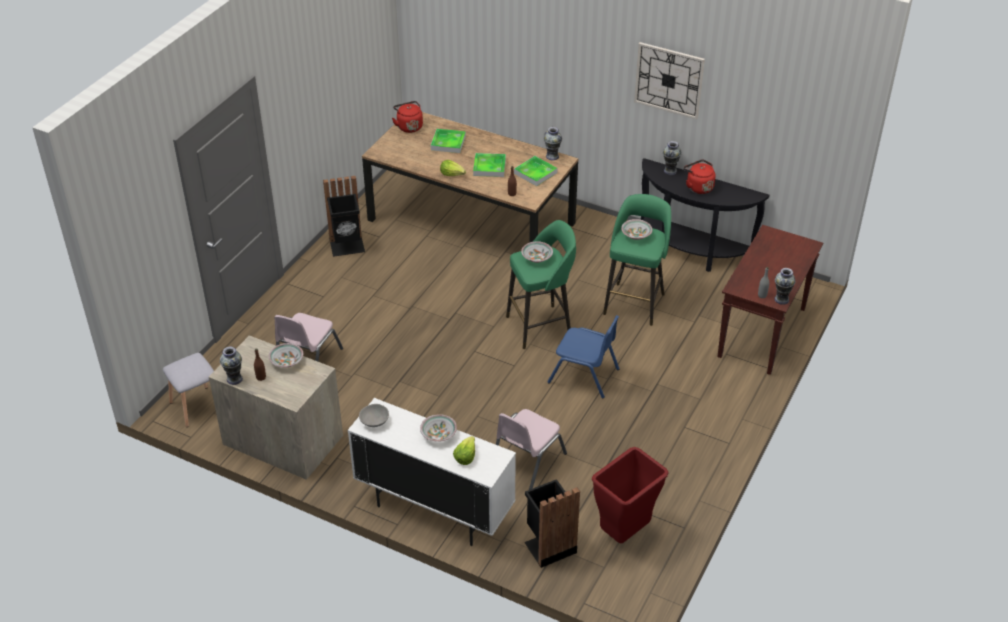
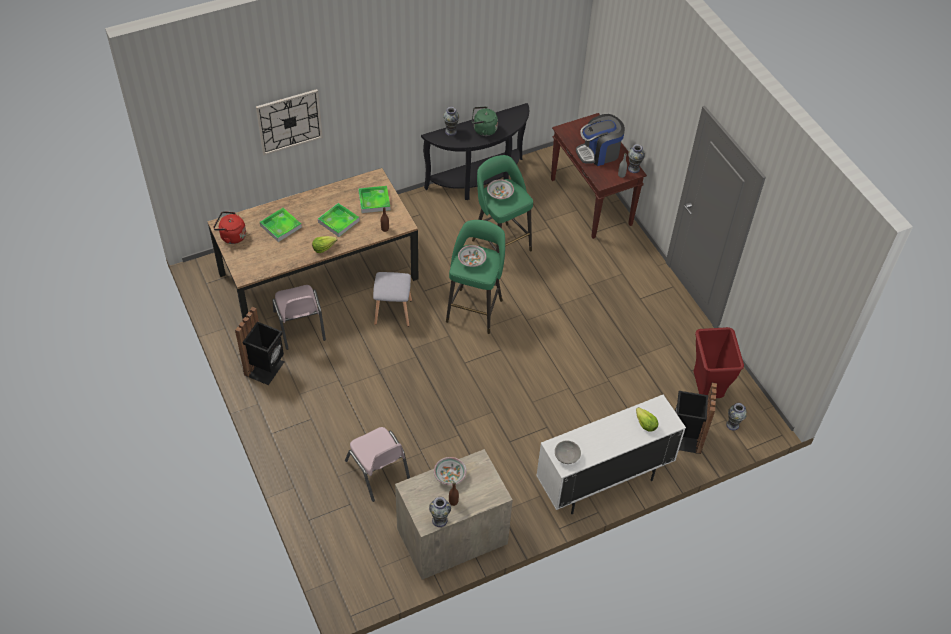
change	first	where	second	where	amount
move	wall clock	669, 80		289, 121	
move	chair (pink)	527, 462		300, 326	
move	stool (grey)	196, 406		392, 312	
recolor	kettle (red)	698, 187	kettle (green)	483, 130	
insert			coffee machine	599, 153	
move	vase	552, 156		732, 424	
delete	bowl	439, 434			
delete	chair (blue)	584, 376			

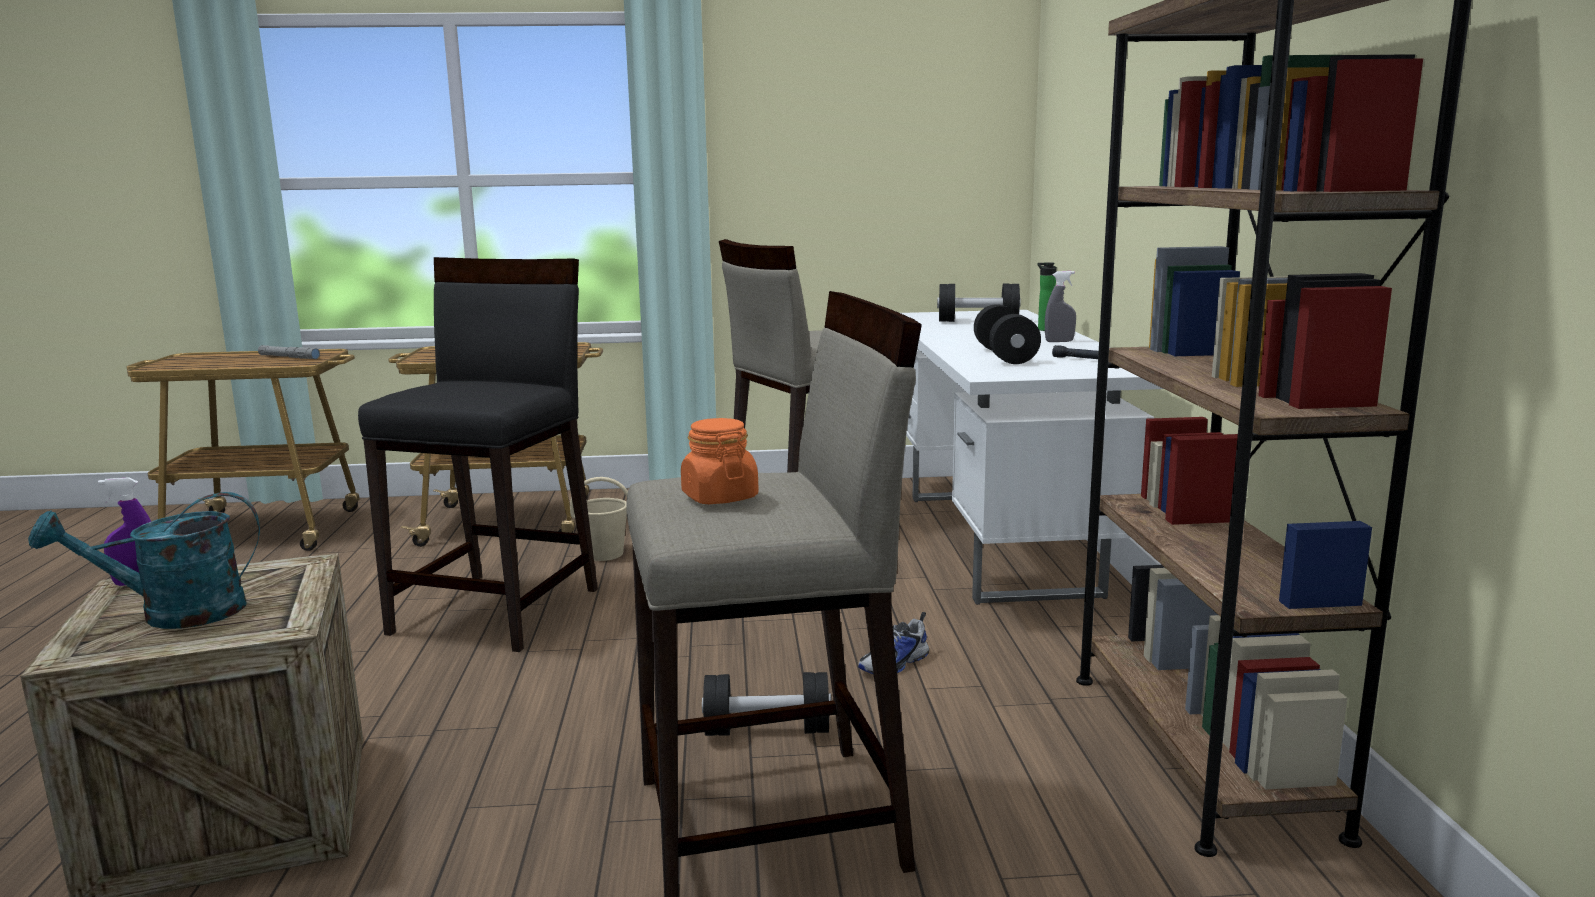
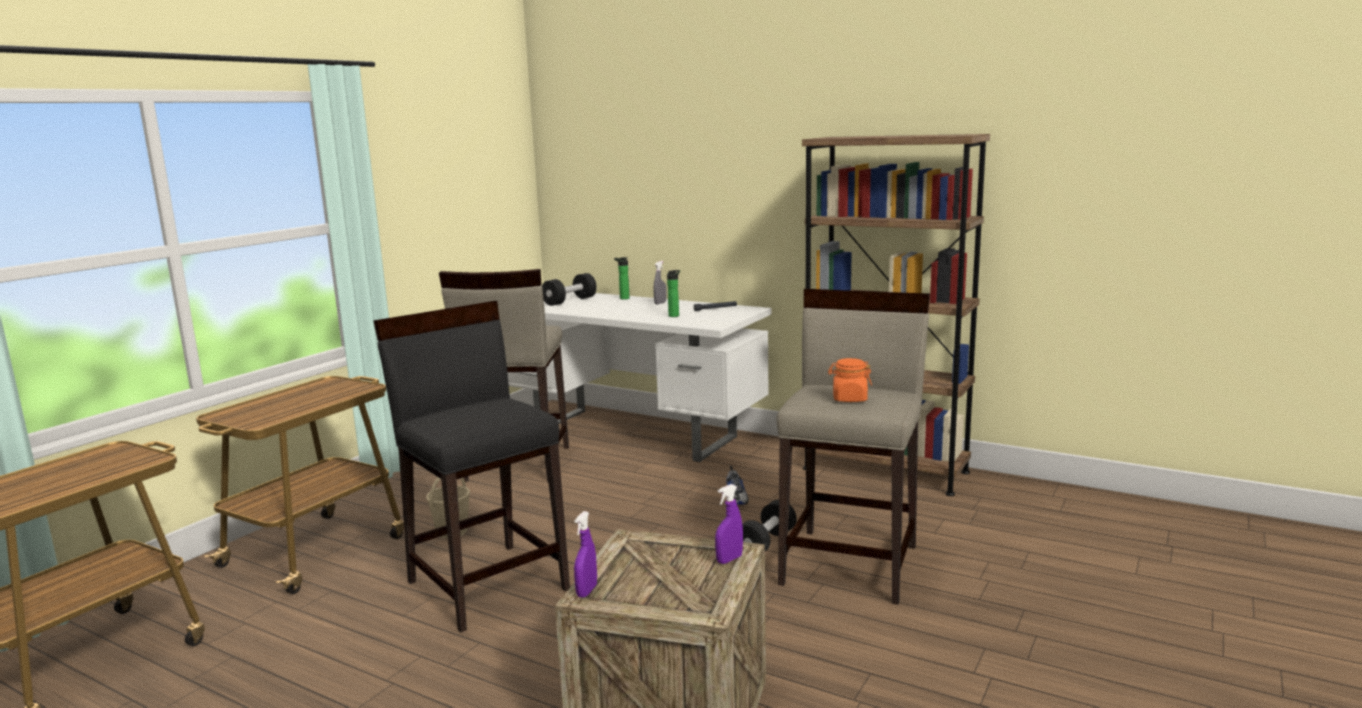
change	first	where	second	where	amount
replace	dumbbell (black)	1005, 356	bottle	674, 315	
insert			spray bottle (purple)	729, 559	
delete	watering can (turquoise)	174, 614			
delete	flashlight (grey)	289, 357			

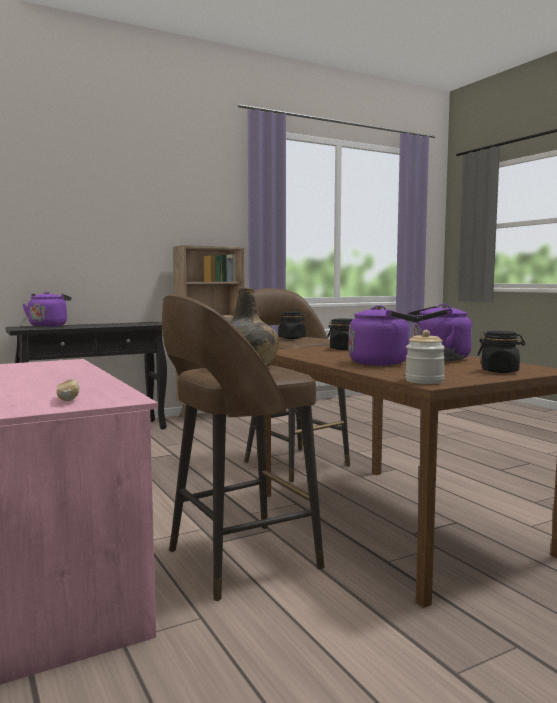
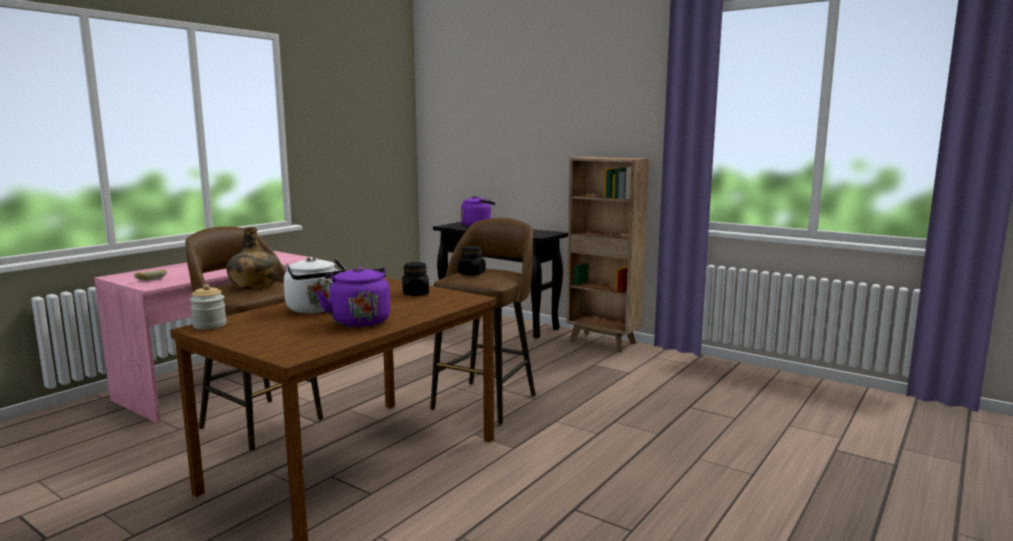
change	first	where	second	where	amount
recolor	kettle (purple)	382, 363	kettle (white)	316, 309	
delete	jar (black)	500, 371			

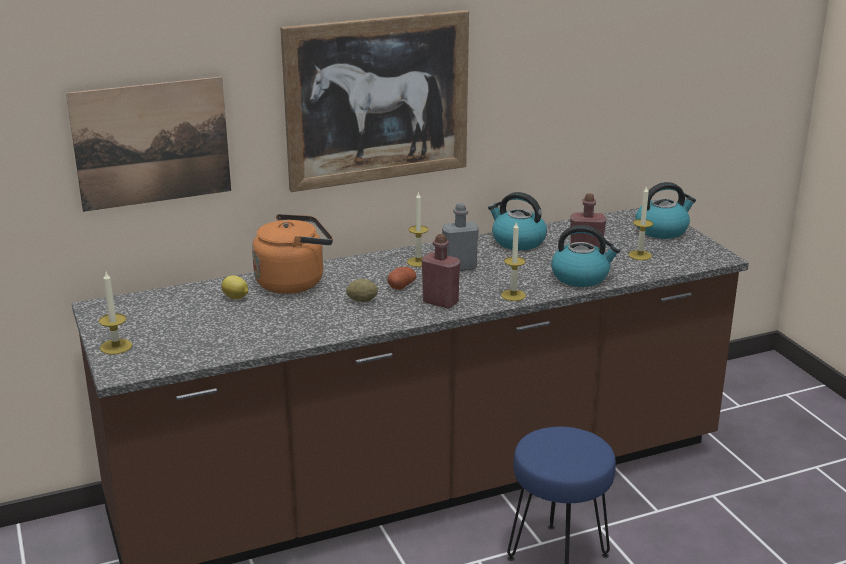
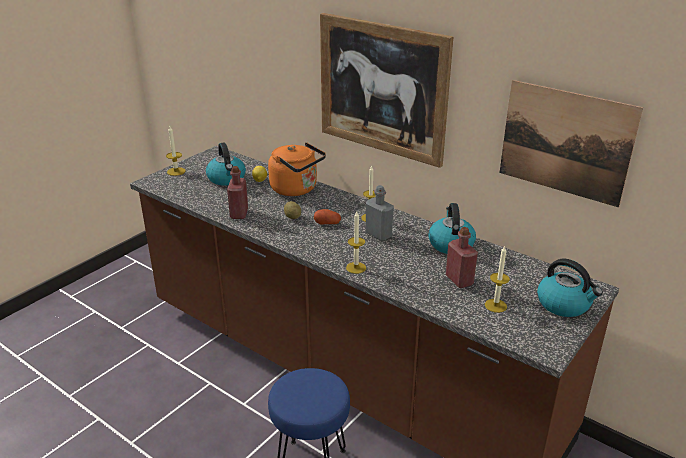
change	first	where	second	where	amount
move	kettle	581, 277		227, 179	
move	bottle (red)	440, 302		239, 213	
move	picture	152, 143		565, 142	

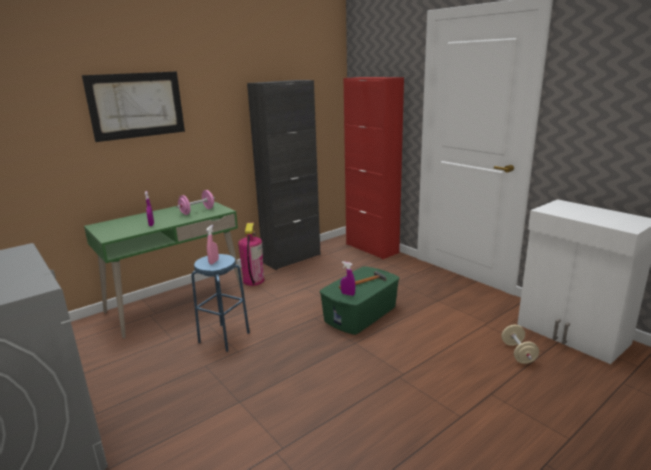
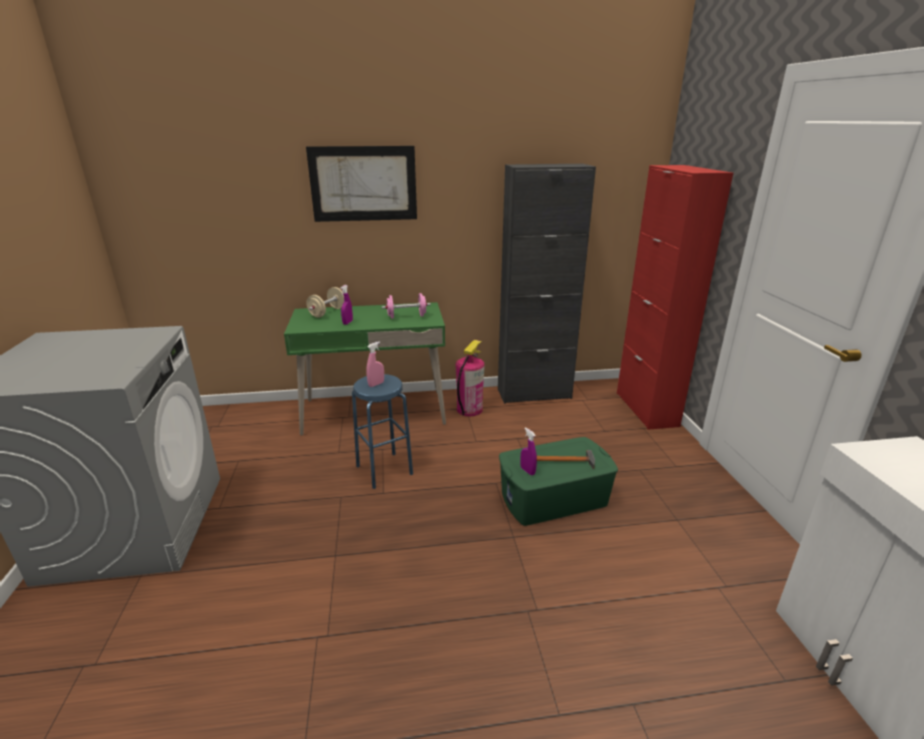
change	first	where	second	where	amount
move	dumbbell (beige)	518, 353		327, 312	

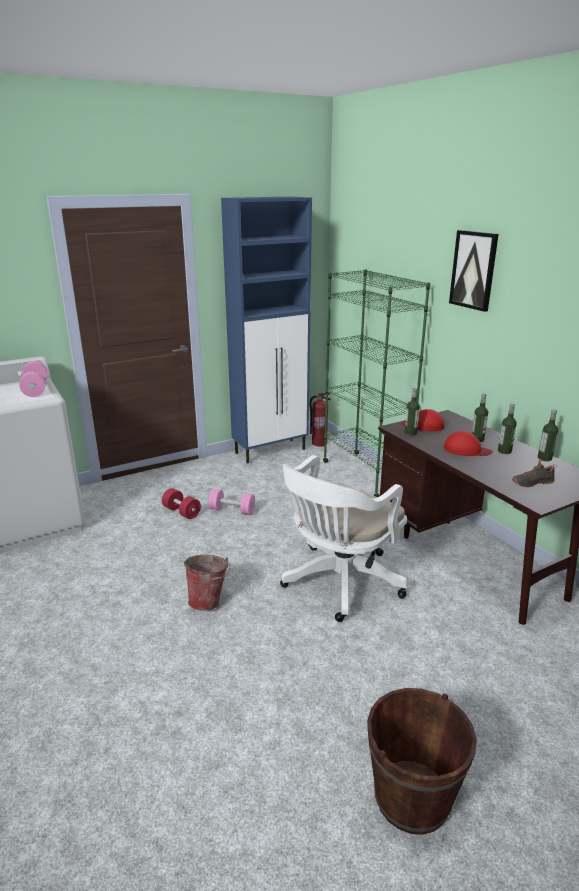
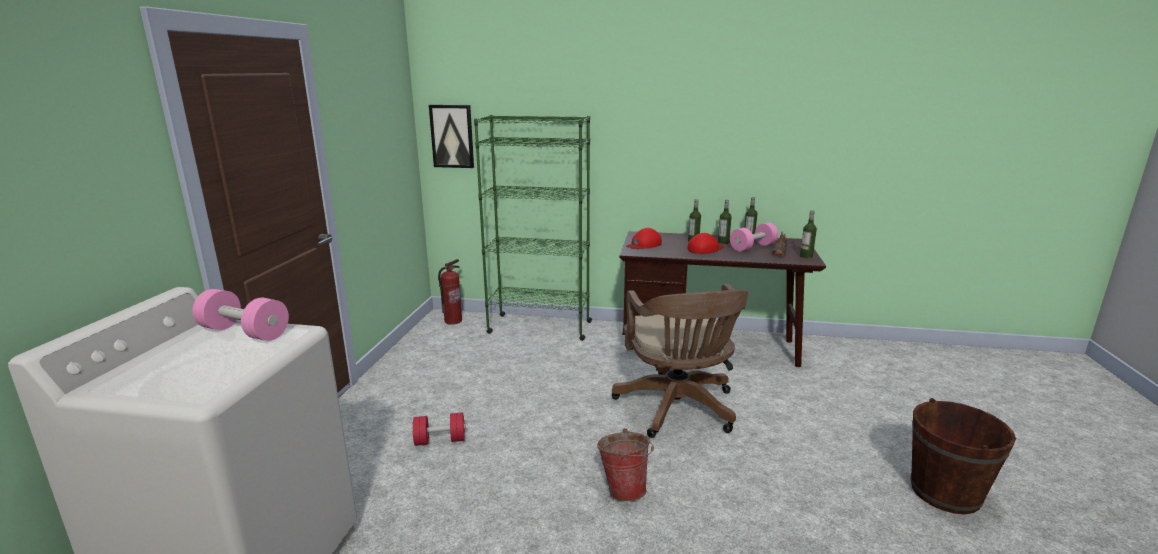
change	first	where	second	where	amount
move	picture	474, 270		452, 136	
recolor	office chair (white)	339, 583	office chair (brown)	678, 409	
move	dumbbell (pink)	232, 510		753, 247	
move	bottle	410, 433		806, 256	
delete	cabinet (blue)	271, 451			

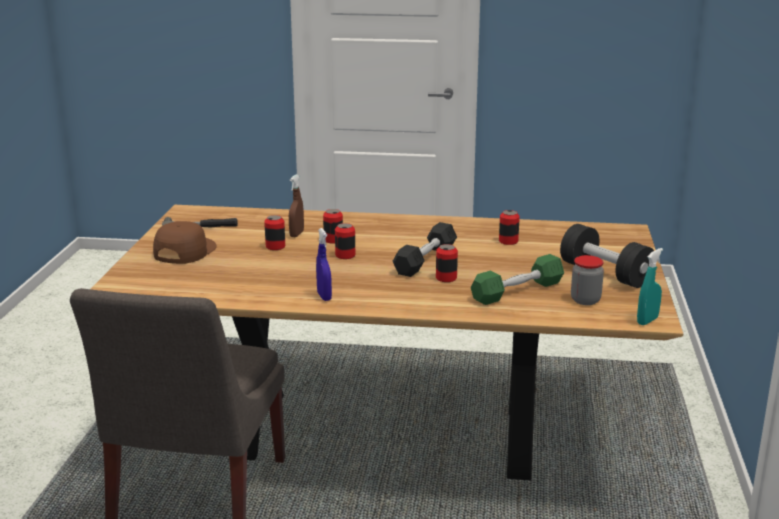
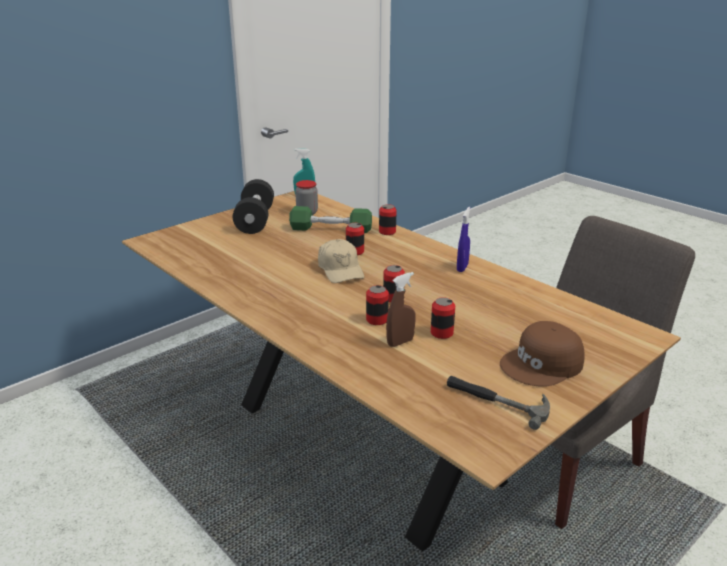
change	first	where	second	where	amount
replace	dumbbell (black)	425, 260	cap (beige)	340, 270	
move	can	508, 241		387, 232	

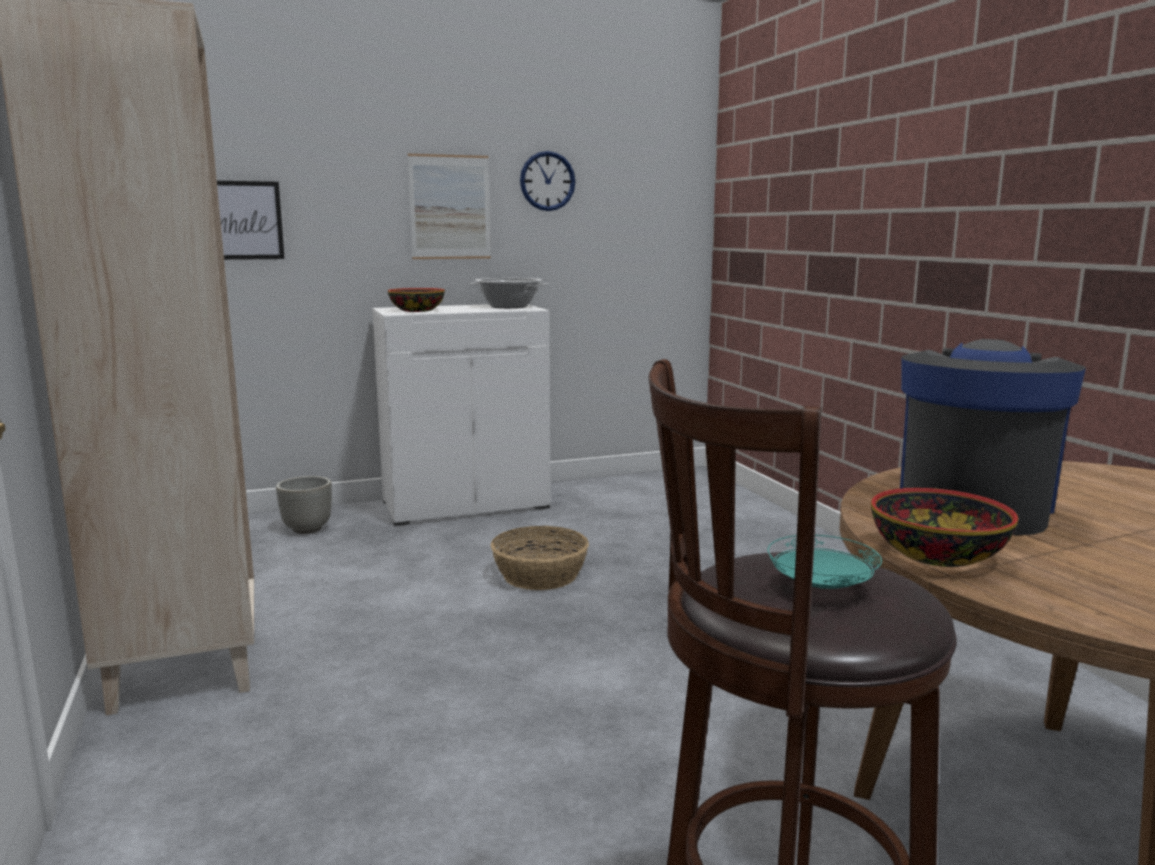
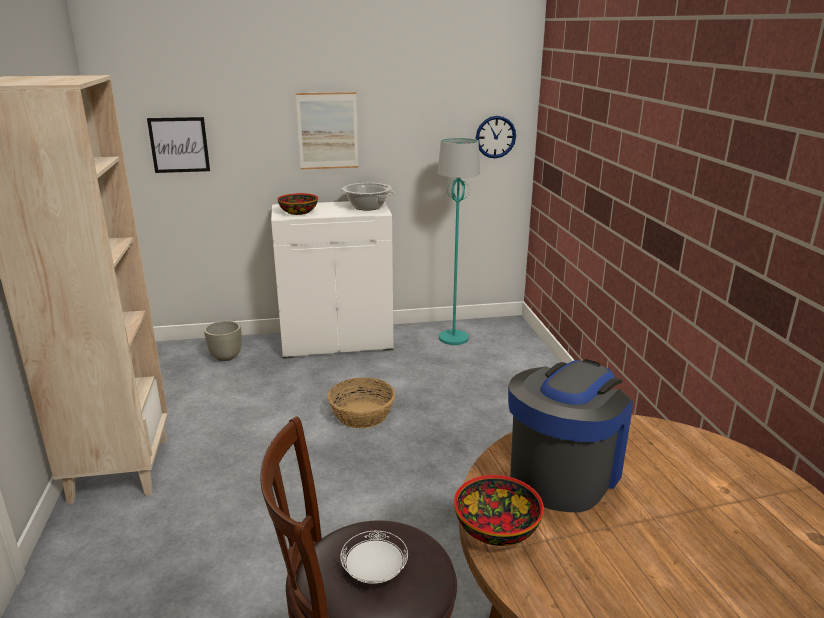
change	first	where	second	where	amount
recolor	plate (turquoise)	822, 588	plate (white)	375, 571	
insert			floor lamp (turquoise)	453, 338	
move	wall clock	547, 181		495, 137	

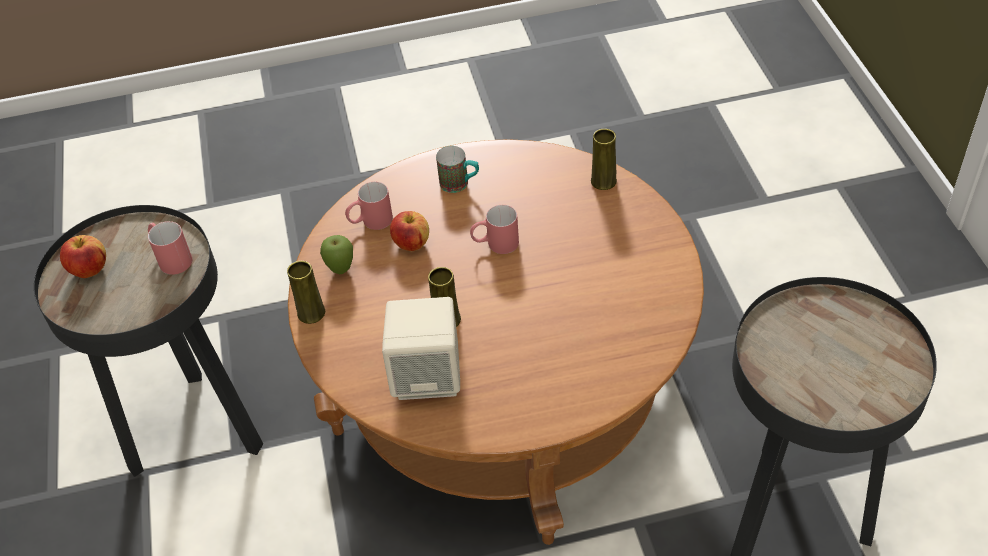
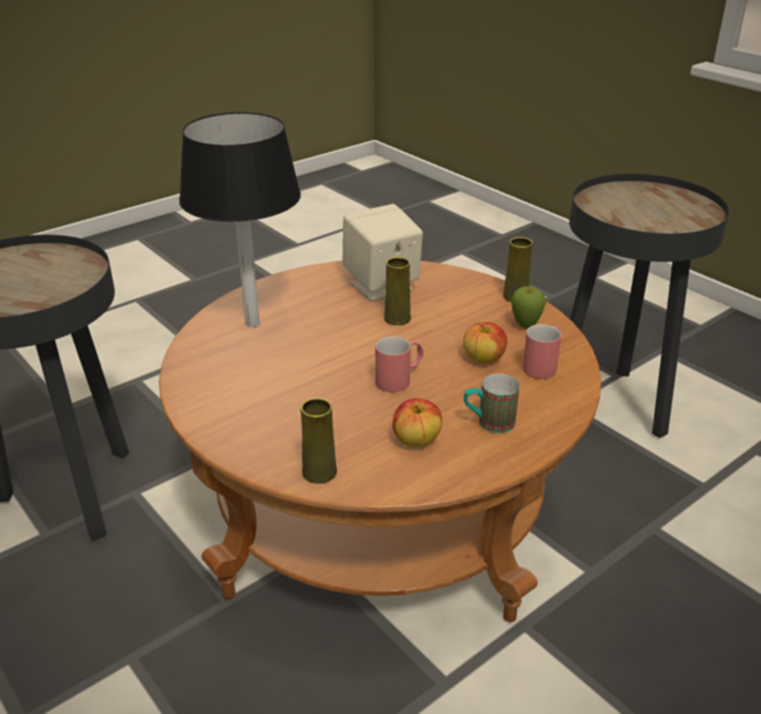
change	first	where	second	where	amount
insert			table lamp (black)	253, 323	
move	apple	89, 270		416, 440	
delete	mug (red)	171, 257			

